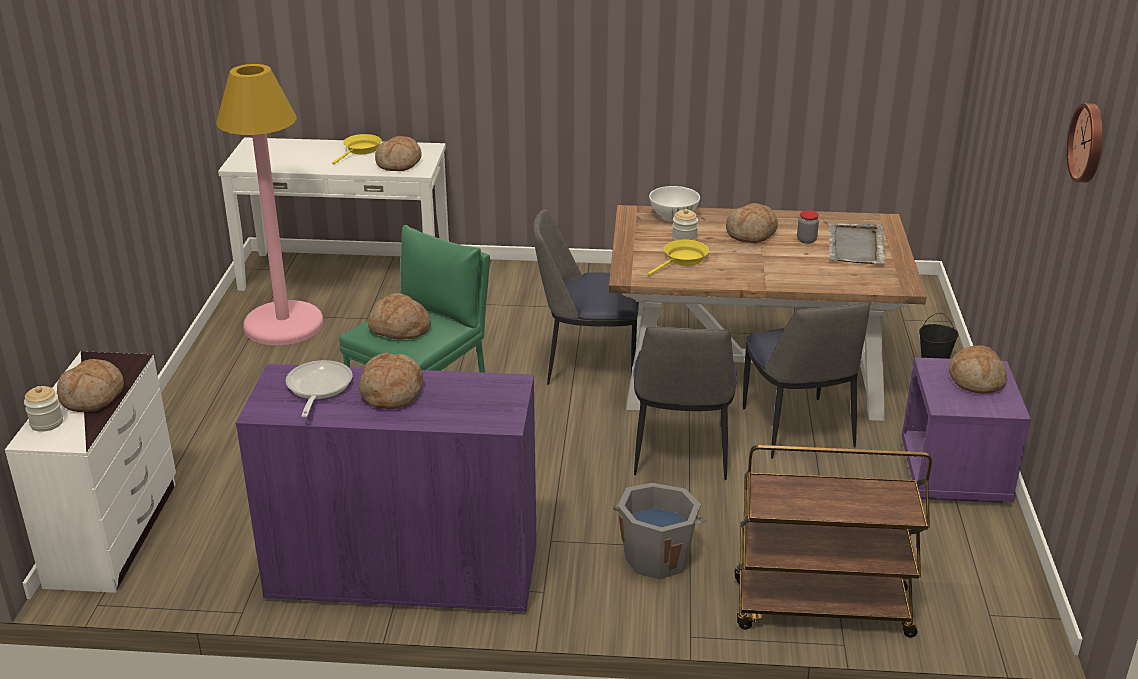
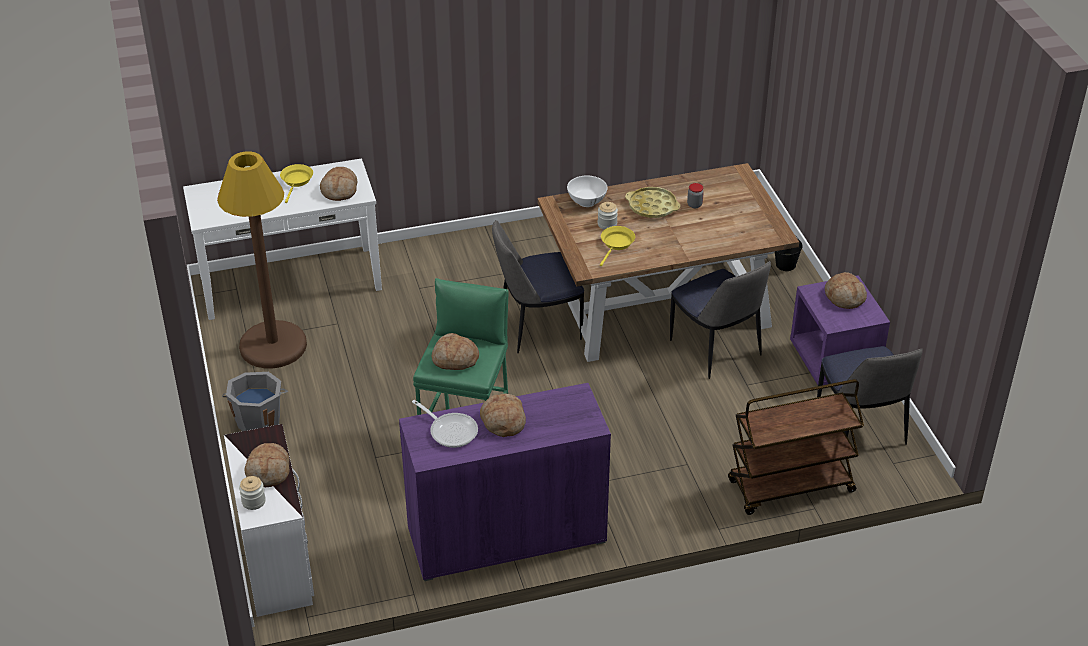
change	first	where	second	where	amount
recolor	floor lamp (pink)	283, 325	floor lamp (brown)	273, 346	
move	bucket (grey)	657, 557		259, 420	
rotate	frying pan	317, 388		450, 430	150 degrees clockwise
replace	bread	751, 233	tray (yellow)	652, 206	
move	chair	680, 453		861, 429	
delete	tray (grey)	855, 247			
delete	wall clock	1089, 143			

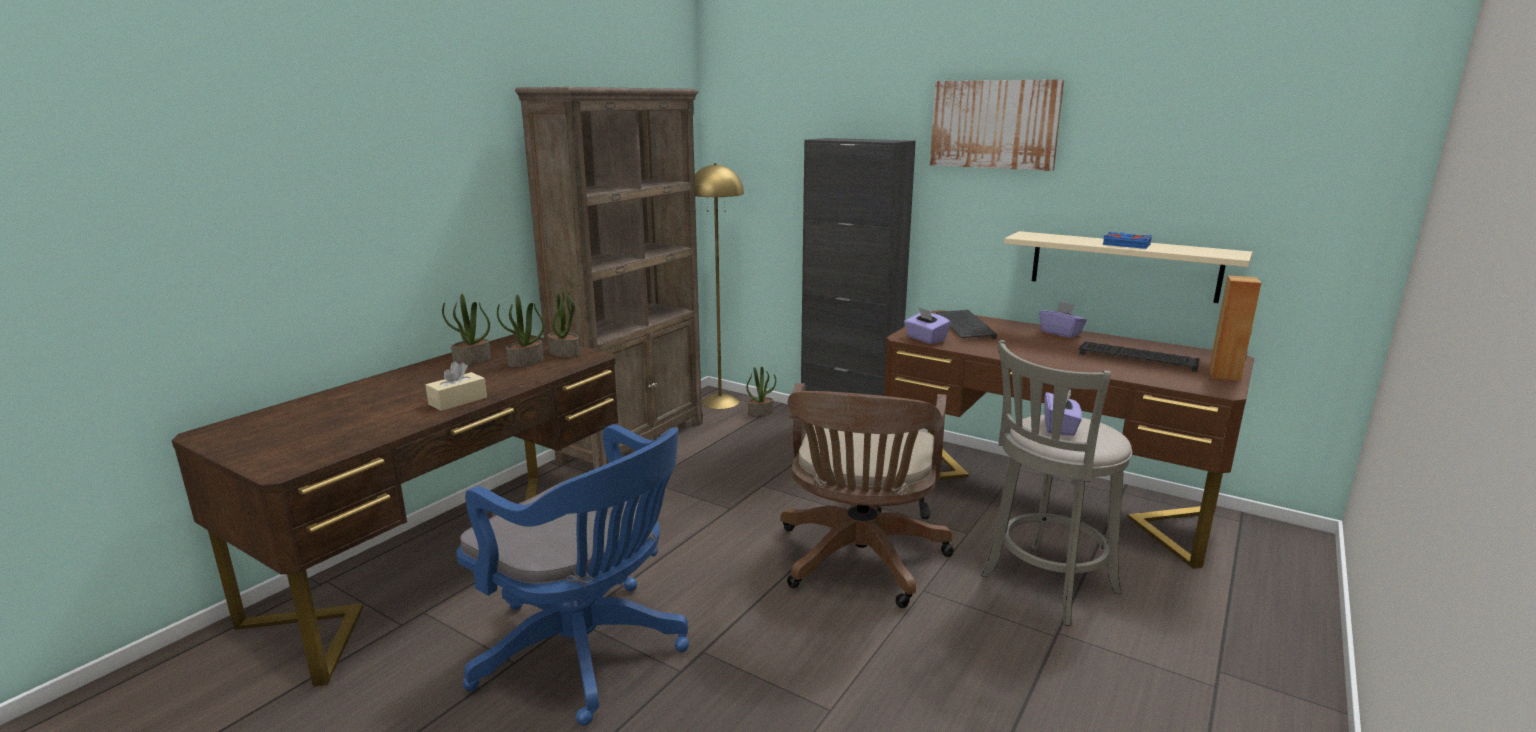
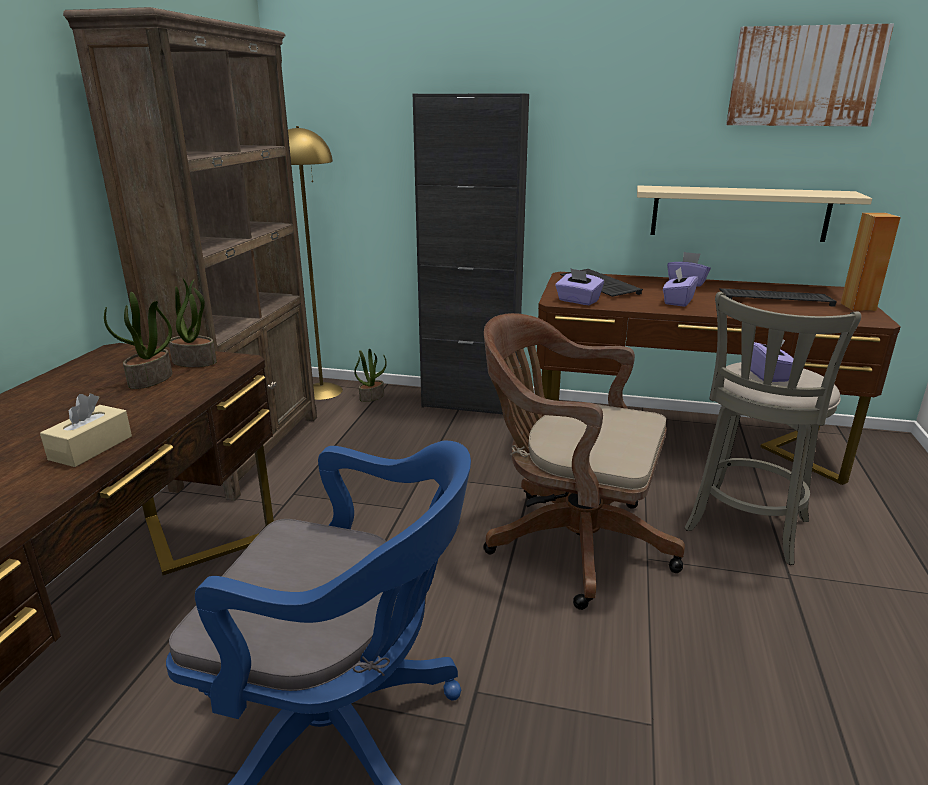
change	first	where	second	where	amount
rotate	office chair (brown)	859, 562		569, 541	120 degrees clockwise
insert			tissue box (purple)	678, 301	
move	picture	994, 124		804, 77	
delete	potted plant	472, 361			
delete	book (blue)	1126, 245			

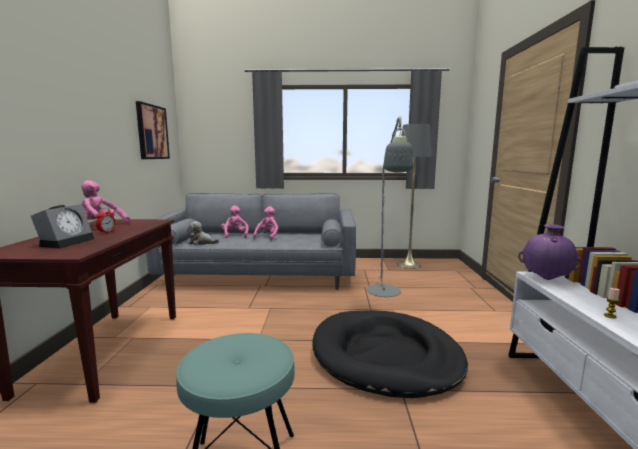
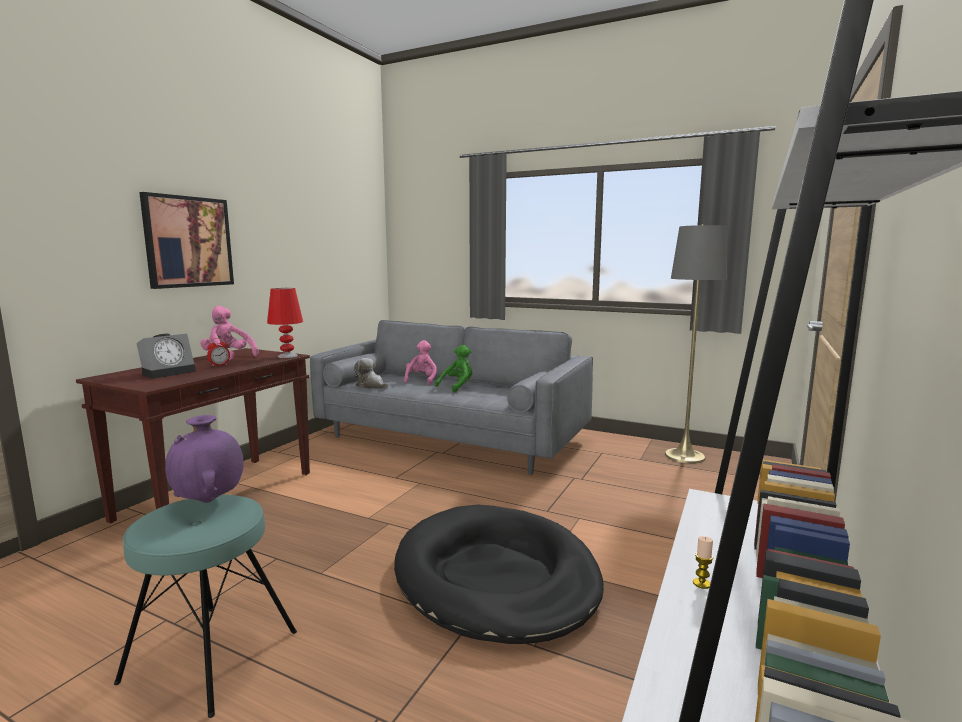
change	first	where	second	where	amount
move	picture	152, 132		188, 242	
move	vase (purple)	546, 279		209, 501	
insert			table lamp (red)	287, 356	
recolor	plush toy (pink)	267, 237	plush toy (green)	457, 387	
delete	floor lamp (grey)	385, 294			

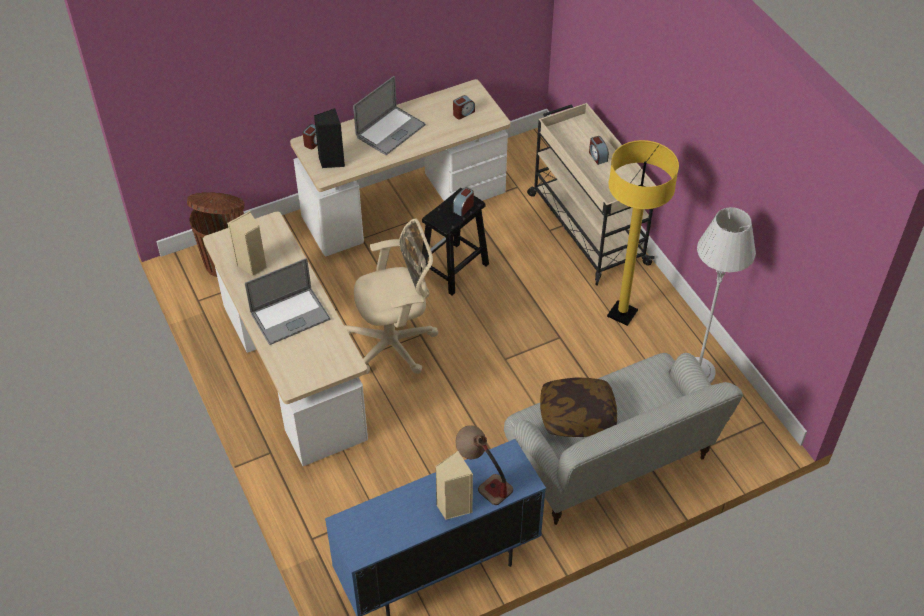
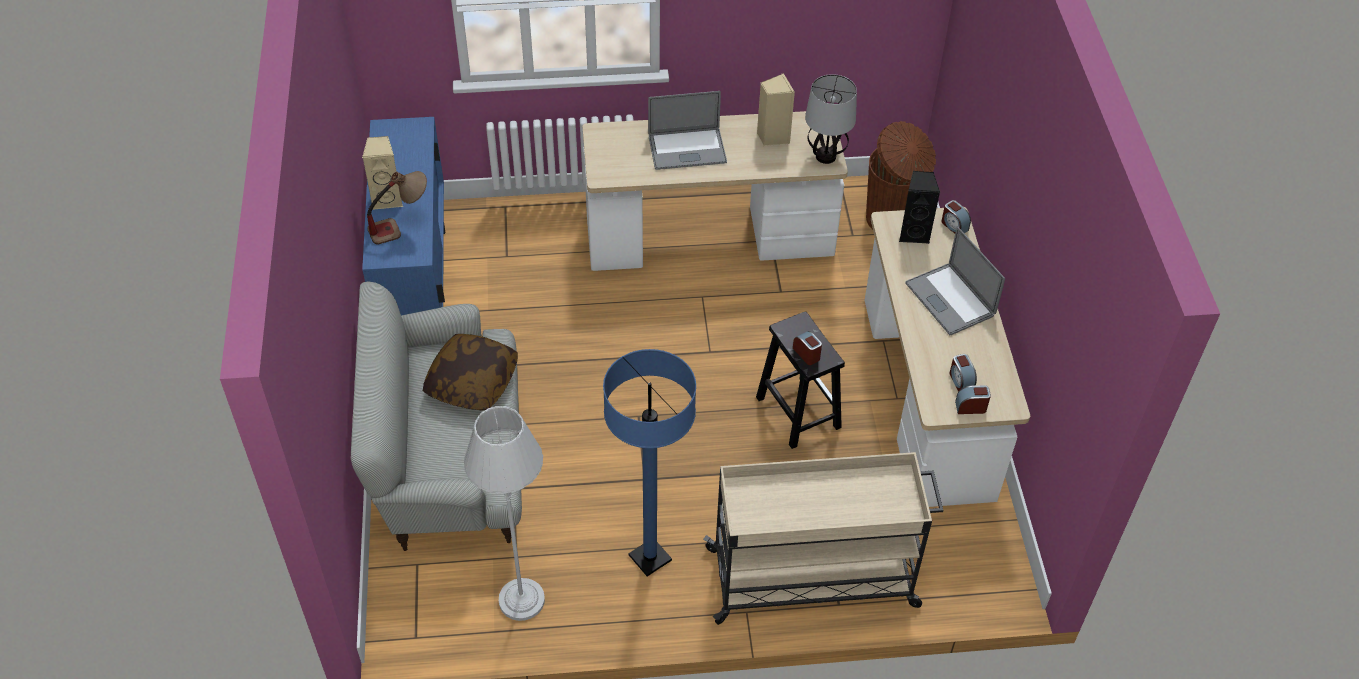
change	first	where	second	where	amount
recolor	floor lamp (yellow)	622, 314	floor lamp (blue)	650, 558	
rotate	laptop	290, 316		687, 149	90 degrees counterclockwise
insert			table lamp	825, 157	
move	alarm clock	597, 156		971, 407	
delete	office chair (beige)	395, 343			

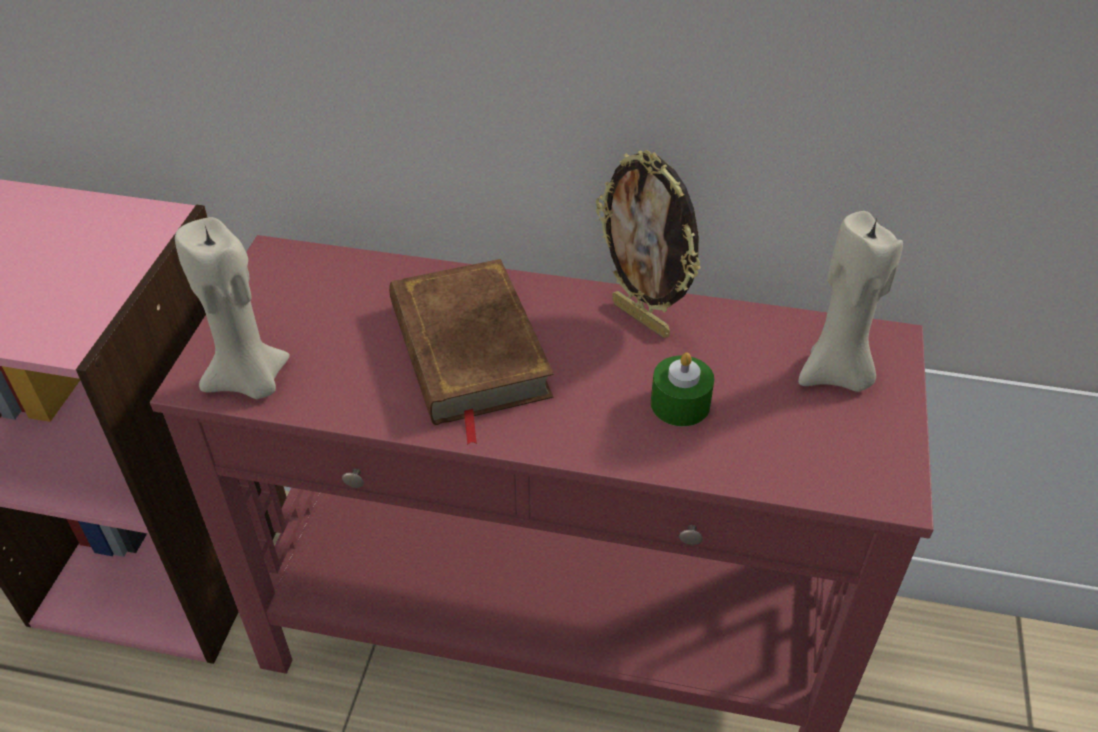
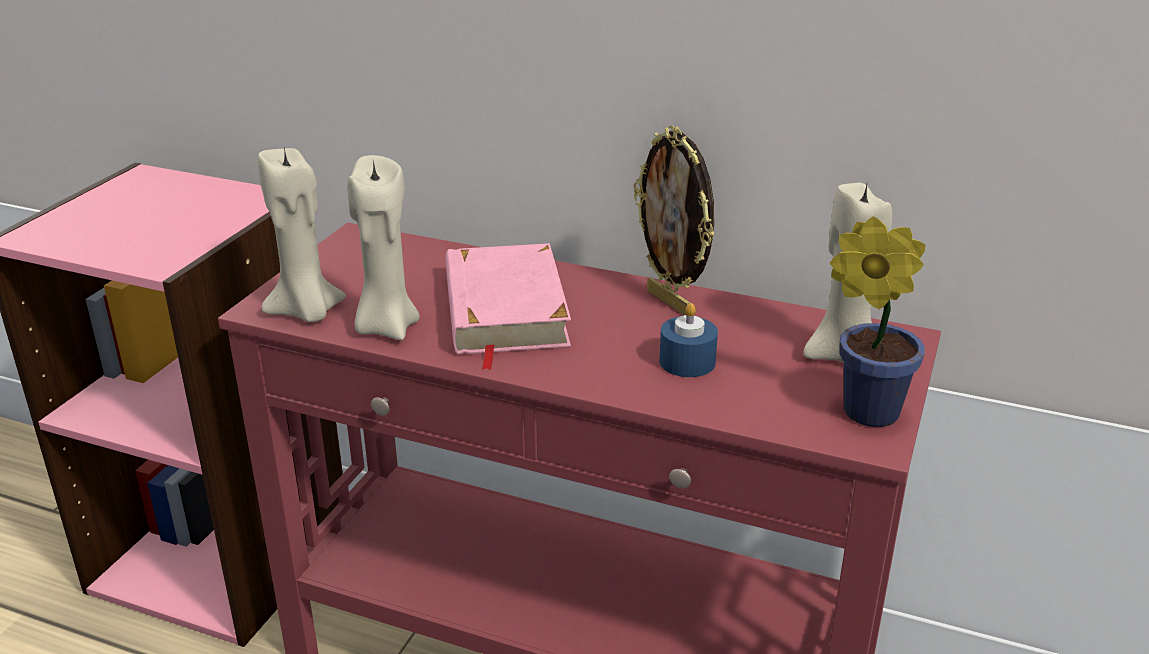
change	first	where	second	where	amount
insert			candle (beige)	386, 327	
recolor	book (brown)	467, 351	book (pink)	504, 310	
recolor	candle (green)	680, 404	candle (blue)	687, 362	
insert			potted plant	863, 410	

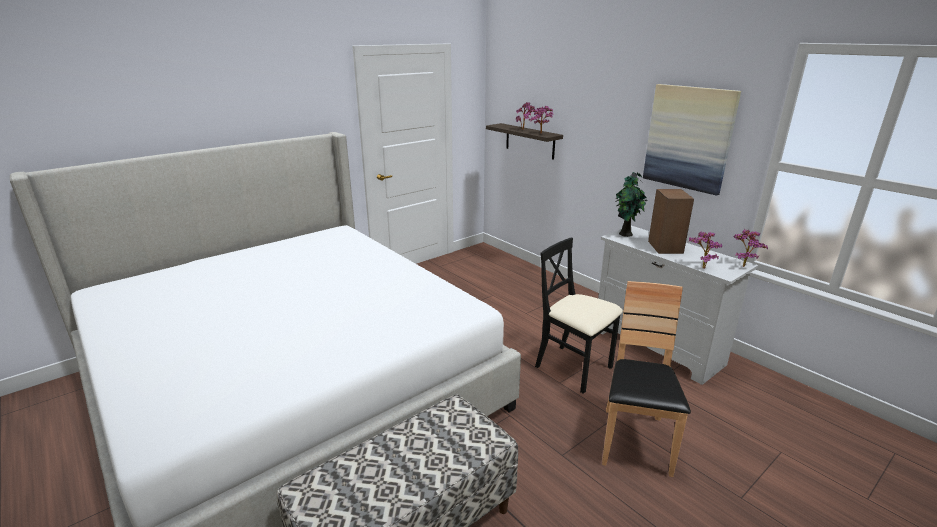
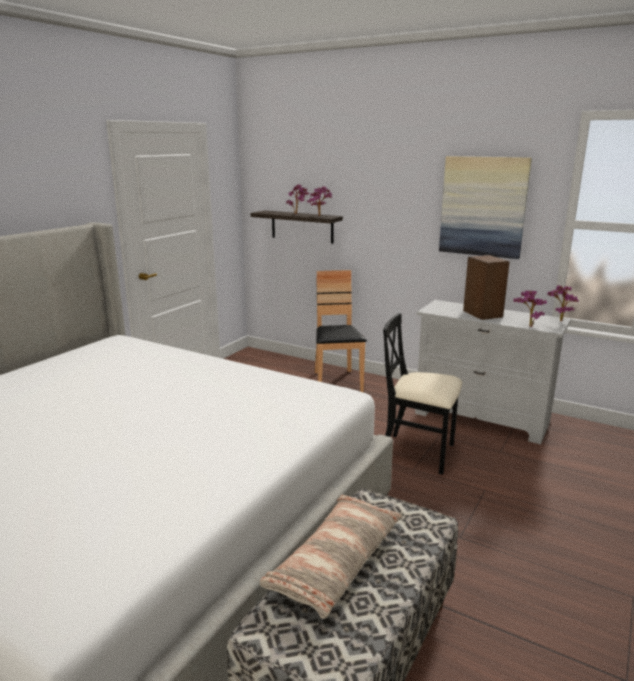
change	first	where	second	where	amount
insert			pillow	335, 562	
move	chair (brown)	634, 441		336, 382	
delete	potted plant	626, 234			

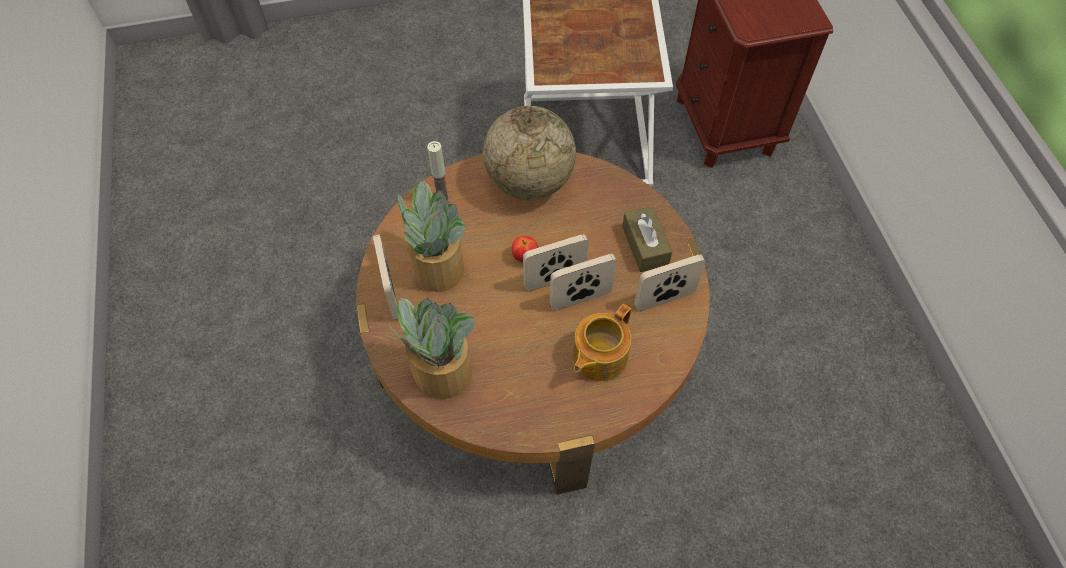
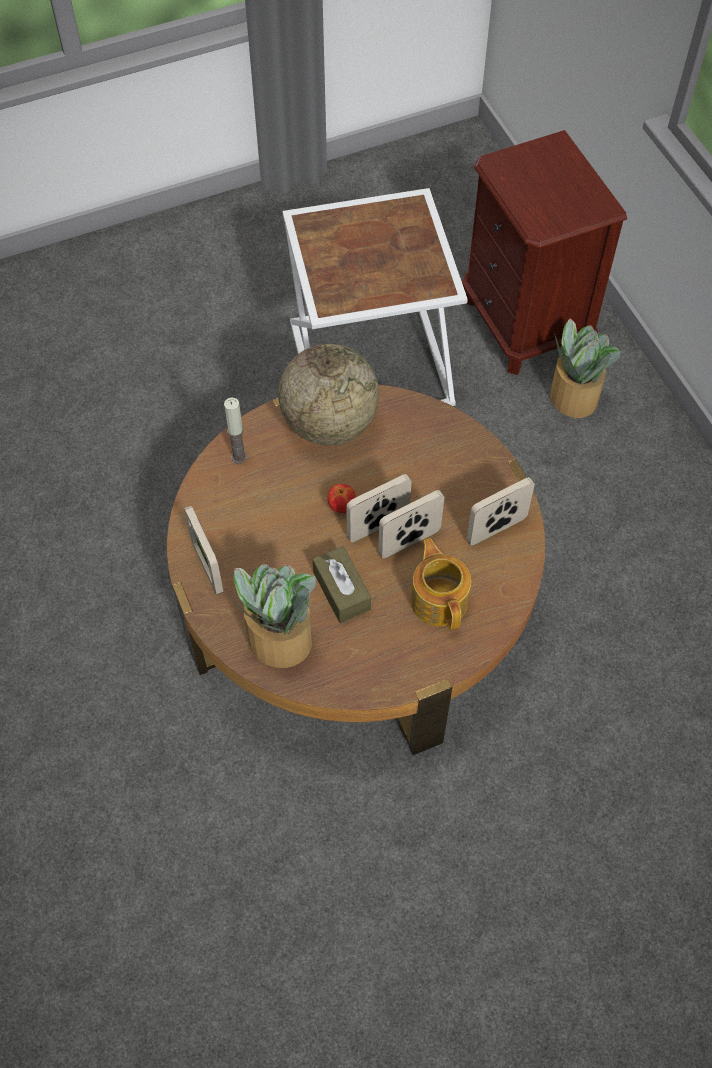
change	first	where	second	where	amount
move	tissue box (brown)	645, 246		341, 591	
rotate	teapot	598, 357		439, 599	135 degrees clockwise
move	potted plant	438, 266		573, 396	

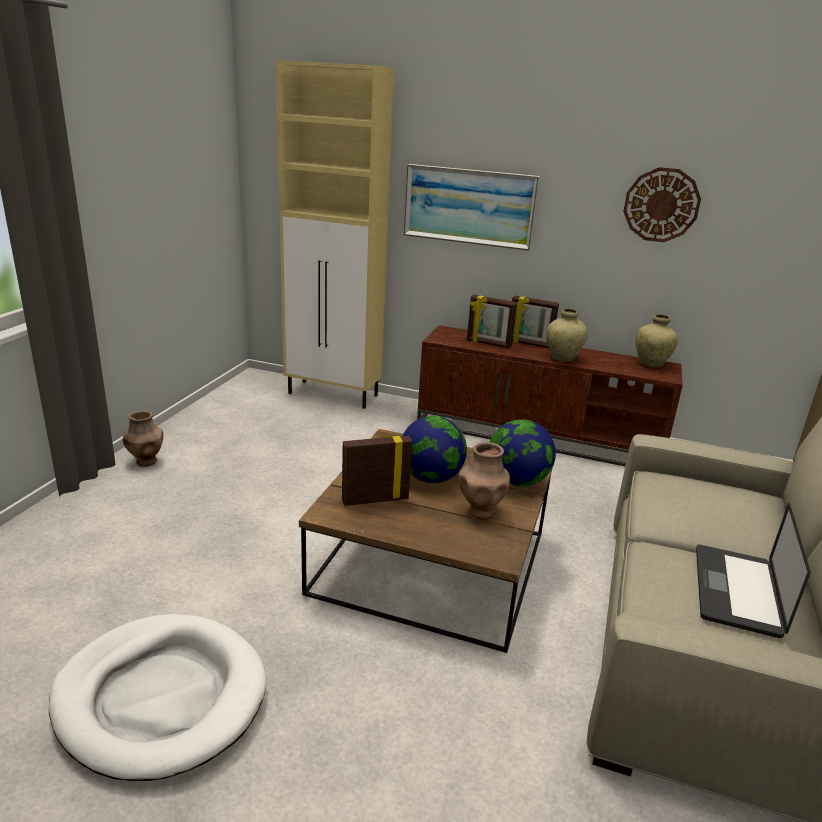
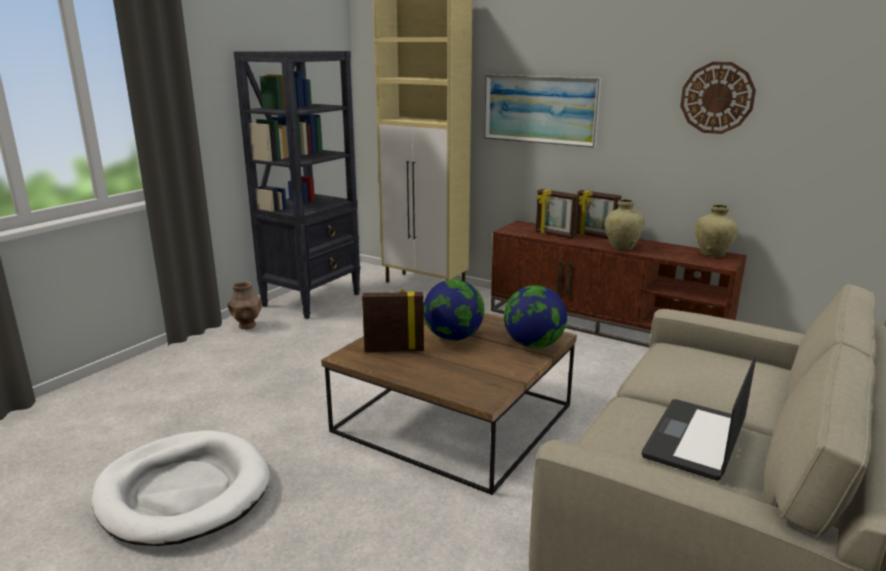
change	first	where	second	where	amount
insert			bookcase (black)	312, 299	
delete	vase (brown)	481, 511			

